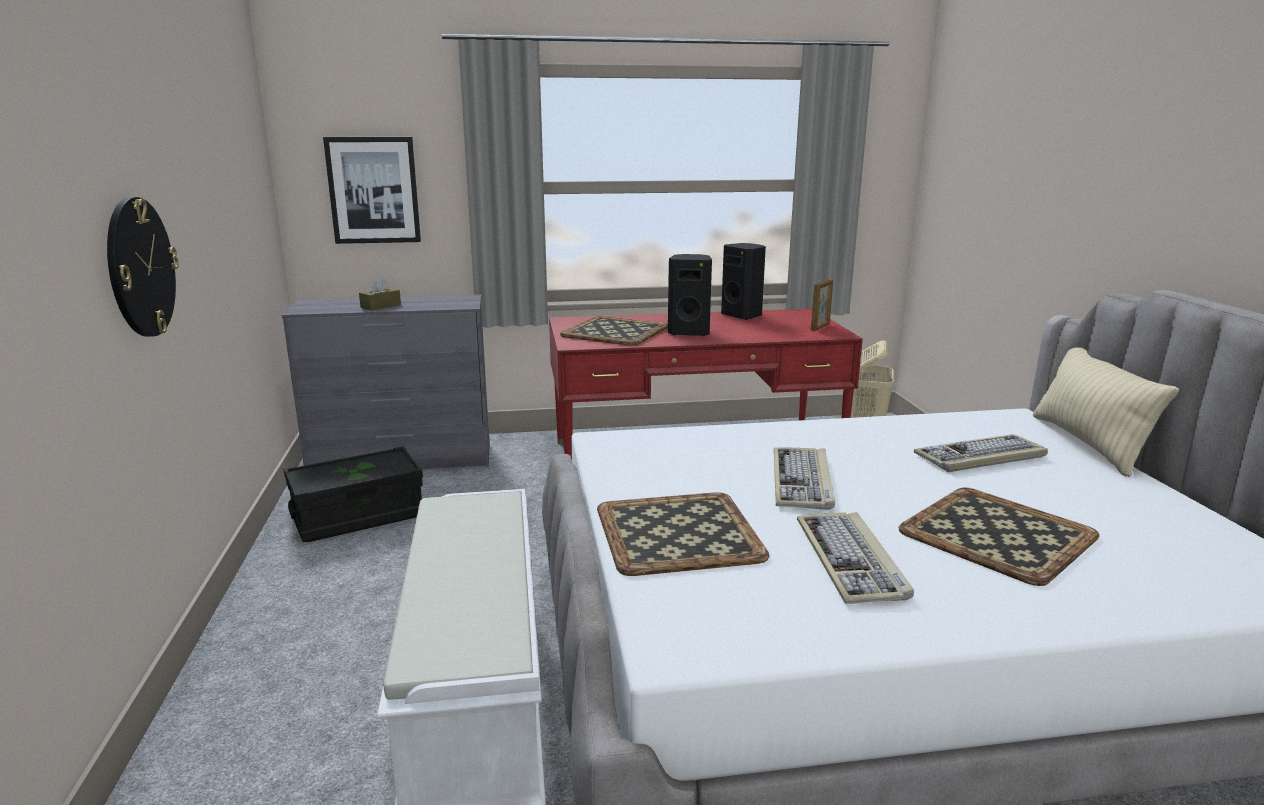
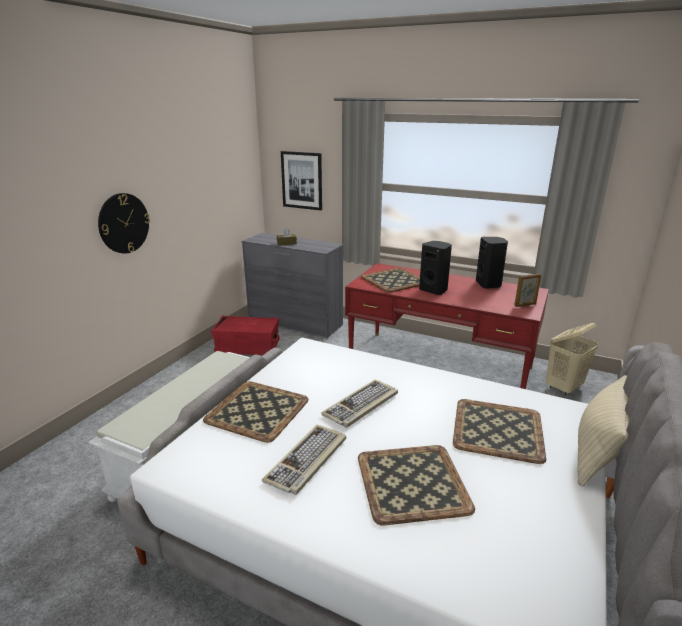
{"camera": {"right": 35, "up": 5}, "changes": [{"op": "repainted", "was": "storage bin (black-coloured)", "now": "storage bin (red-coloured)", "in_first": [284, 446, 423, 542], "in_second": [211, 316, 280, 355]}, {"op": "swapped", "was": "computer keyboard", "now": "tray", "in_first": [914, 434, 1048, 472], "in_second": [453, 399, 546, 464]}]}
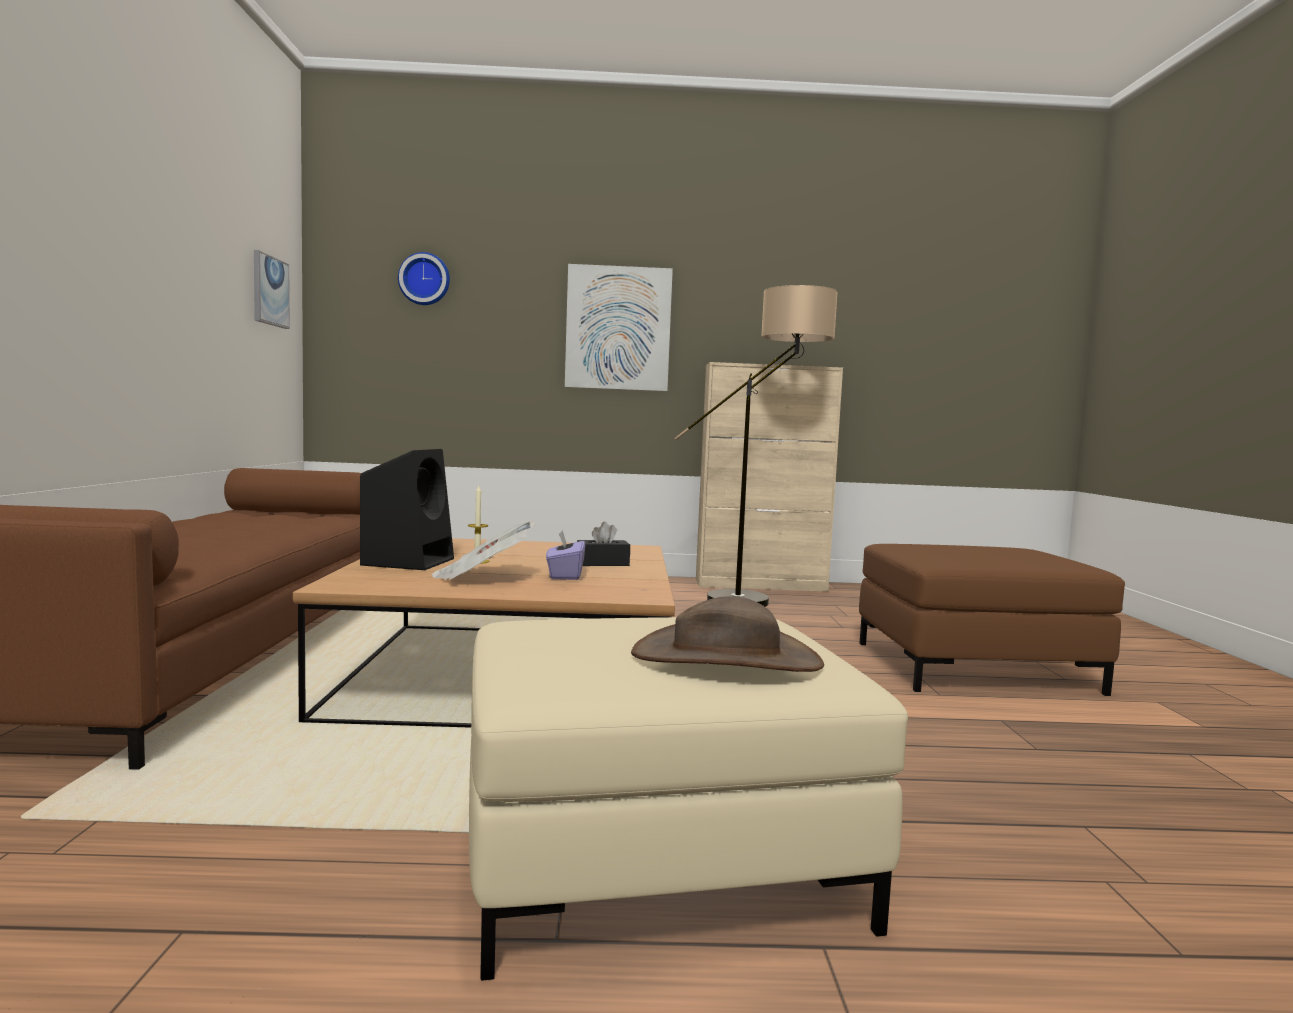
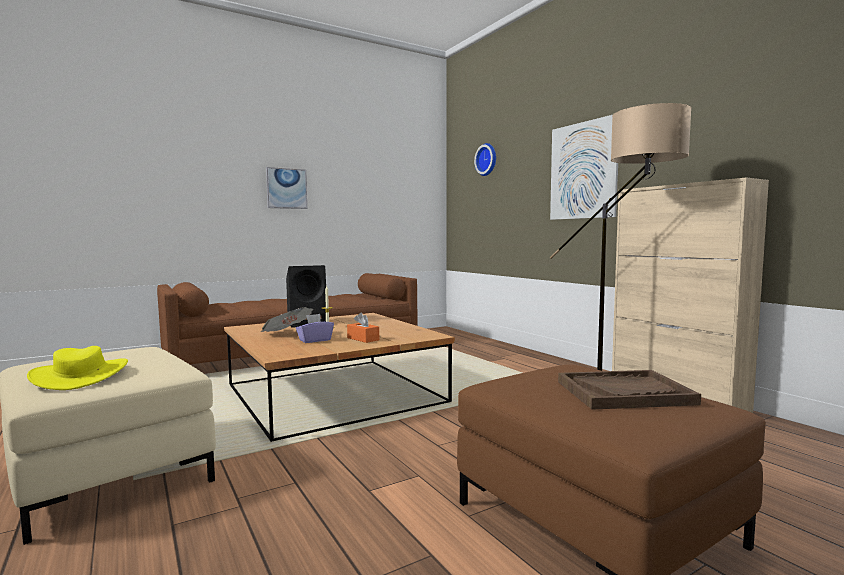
{"camera": {"right": 60, "up": 0}, "changes": [{"op": "shifted", "was": "wall picture", "in_first": [254, 250, 290, 329], "in_second": [266, 167, 307, 209]}, {"op": "repainted", "was": "box of tissues (black-coloured)", "now": "box of tissues (orange)", "in_first": [577, 521, 630, 566], "in_second": [347, 312, 379, 343]}, {"op": "repainted", "was": "hat (brown)", "now": "hat (yellowish)", "in_first": [631, 596, 824, 672], "in_second": [27, 346, 128, 390]}, {"op": "new", "now": "tray (brown)", "in_second": [558, 370, 701, 410]}]}
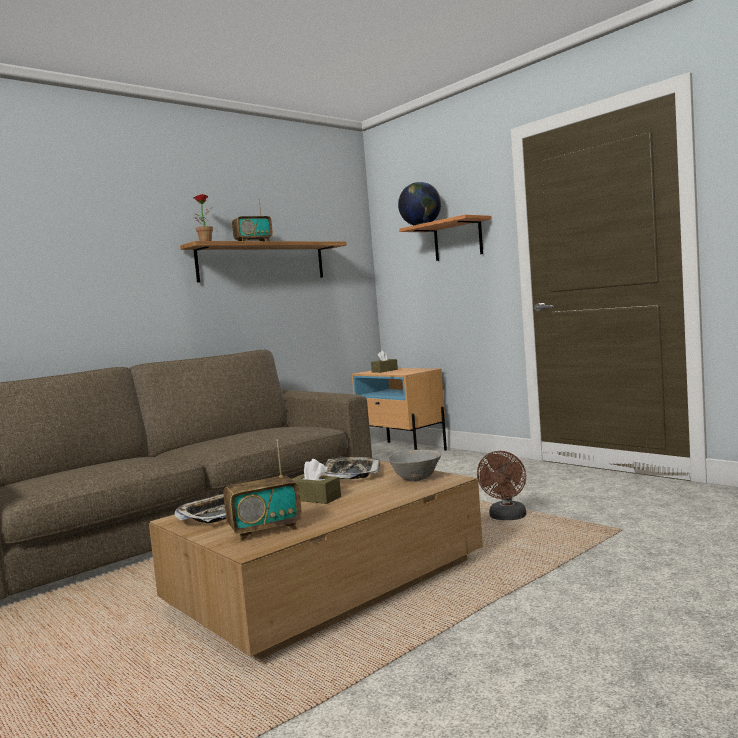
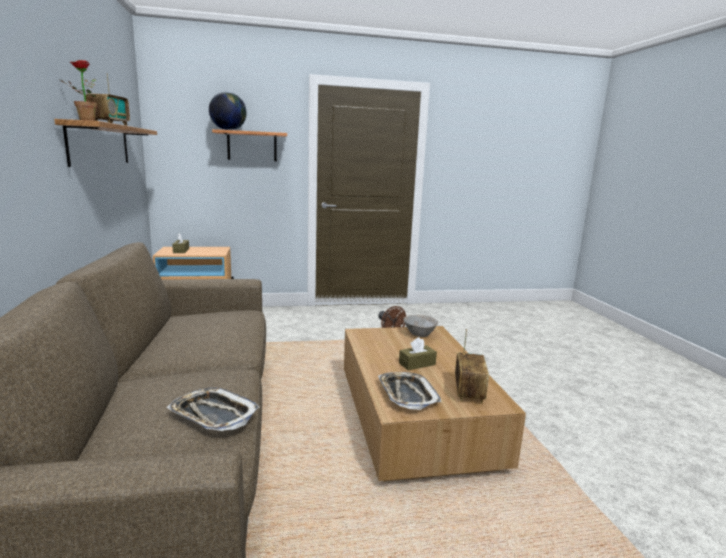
{"camera": {"right": -60, "up": 10}, "changes": [{"op": "shifted", "was": "tray", "in_first": [324, 457, 380, 479], "in_second": [167, 387, 260, 431]}]}
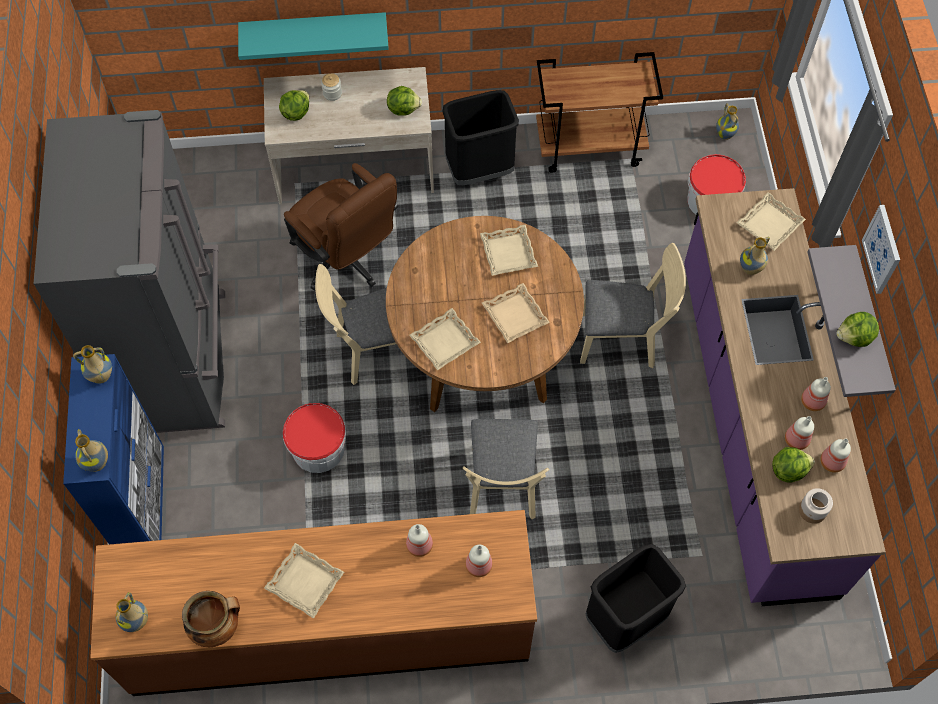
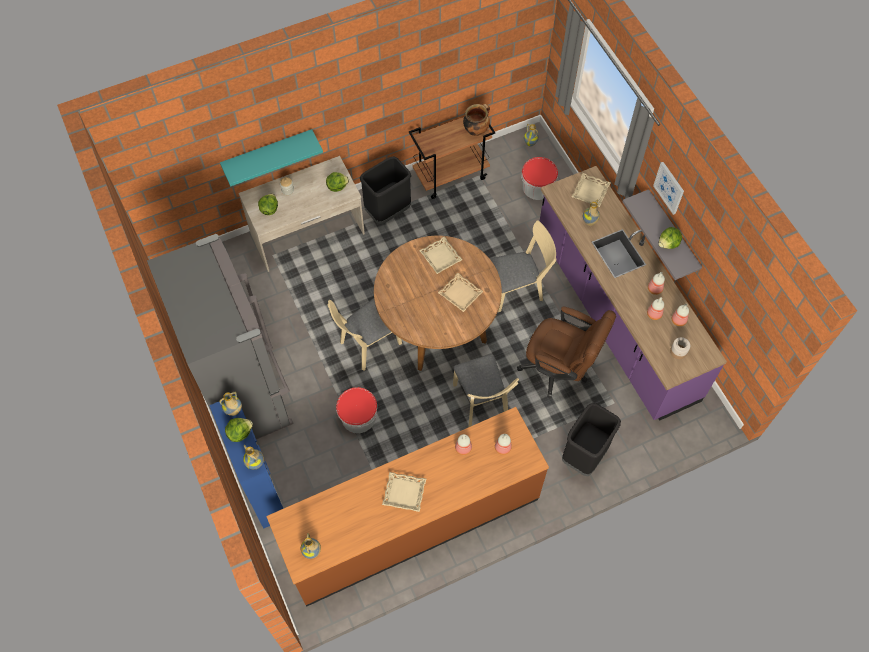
{"camera": {"right": -20, "up": 0}, "changes": [{"op": "shifted", "was": "stockpot", "in_first": [182, 591, 240, 647], "in_second": [463, 104, 490, 136]}, {"op": "shifted", "was": "computer chair (brown)", "in_first": [284, 163, 398, 291], "in_second": [517, 306, 616, 398]}, {"op": "gone", "was": "tray (beige)", "in_first": [409, 308, 481, 370]}, {"op": "shifted", "was": "lettuce", "in_first": [772, 447, 815, 482], "in_second": [225, 418, 253, 442]}]}
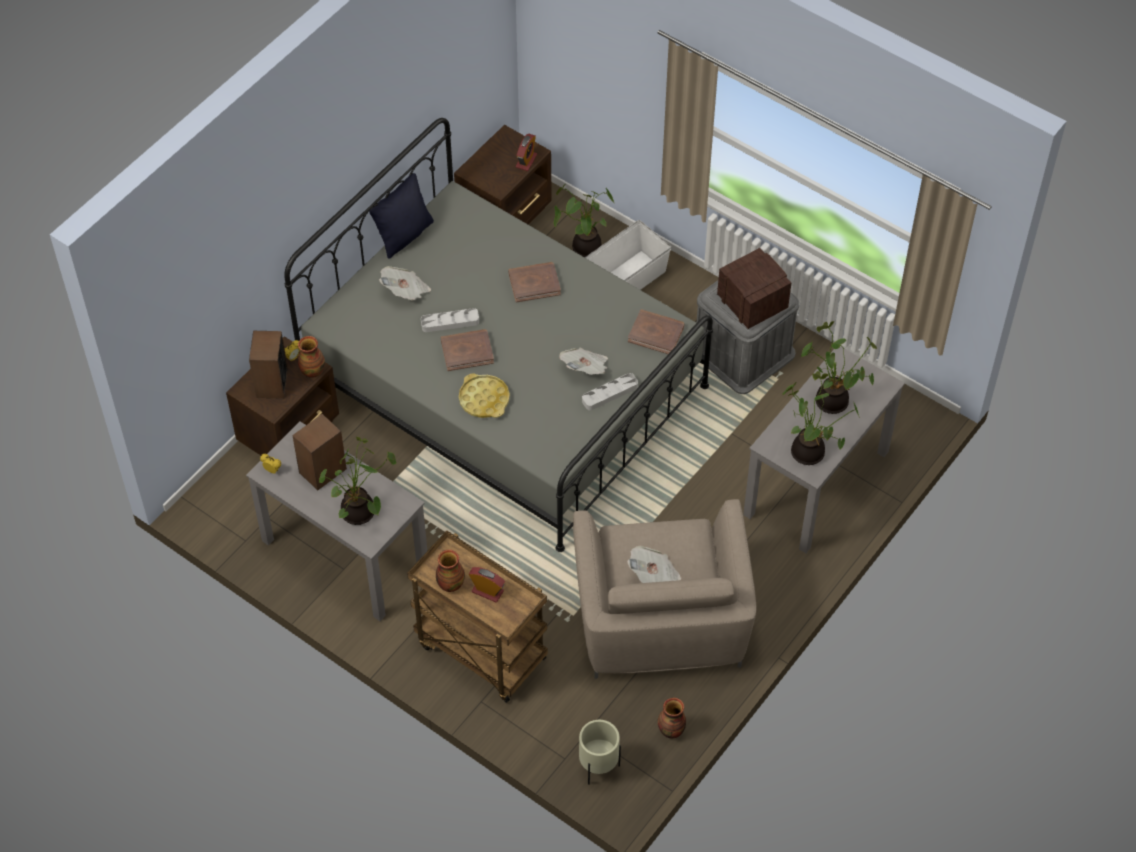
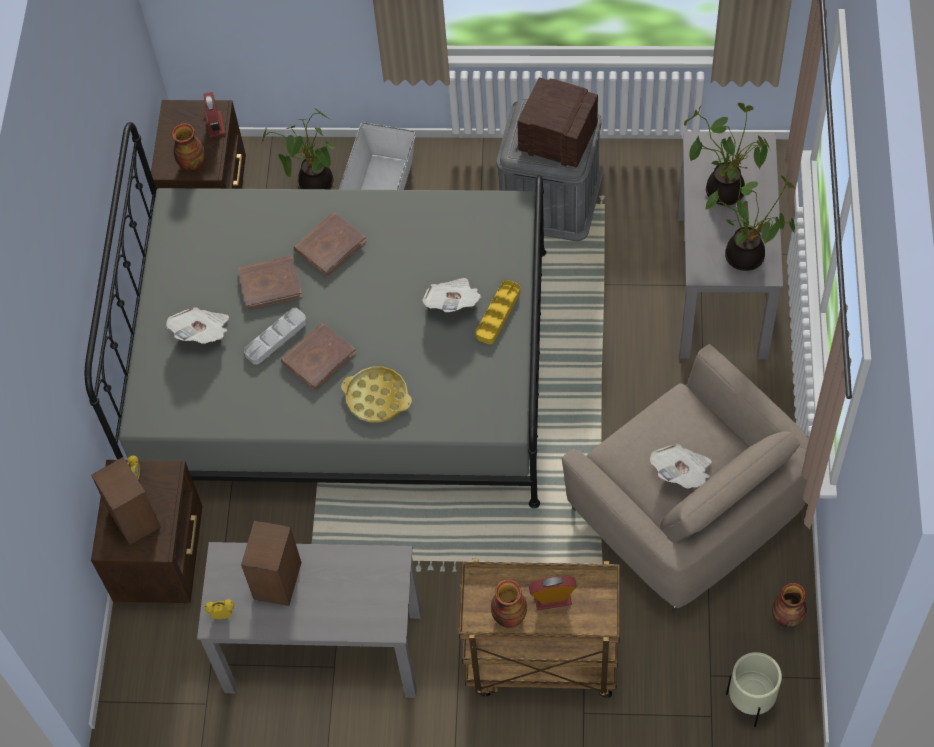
{"camera": {"right": -30, "up": 5}, "changes": [{"op": "shifted", "was": "vase", "in_first": [298, 336, 325, 378], "in_second": [172, 123, 205, 172]}, {"op": "gone", "was": "potted plant", "in_first": [319, 437, 396, 525]}, {"op": "gone", "was": "throw pillow (black-coloured)", "in_first": [369, 173, 434, 259]}, {"op": "repainted", "was": "tray (gray)", "now": "tray (yellowish)", "in_first": [582, 373, 638, 410], "in_second": [476, 280, 520, 344]}, {"op": "shifted", "was": "book (brown)", "in_first": [628, 309, 684, 354], "in_second": [238, 256, 303, 310]}]}
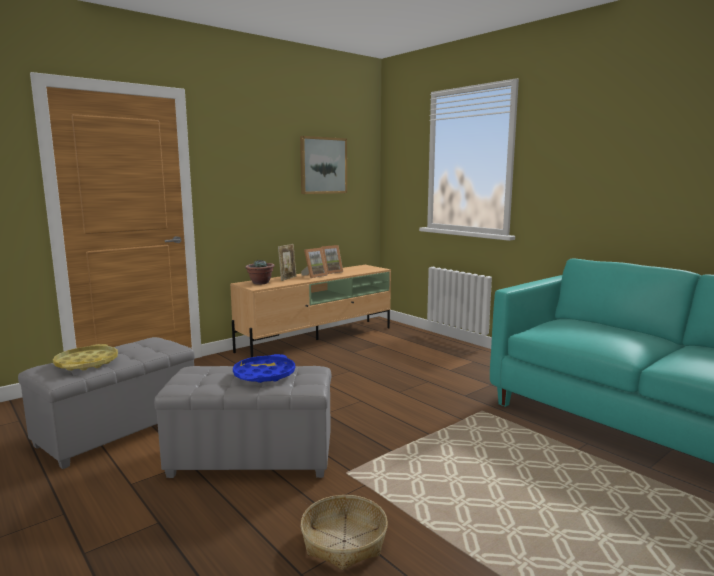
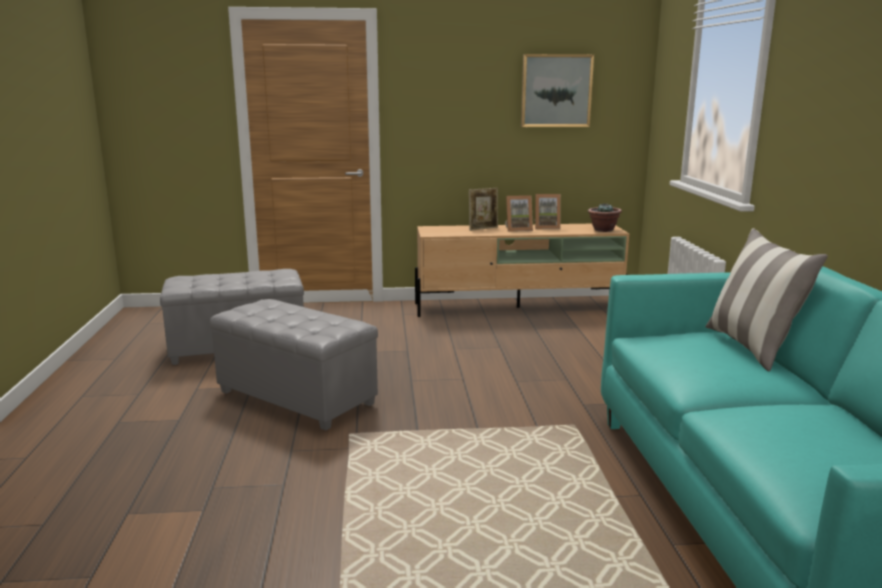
{"camera": {"right": 35, "up": 5}, "changes": [{"op": "gone", "was": "tray (yellowish)", "in_first": [53, 344, 118, 371]}, {"op": "gone", "was": "tray (bluish)", "in_first": [233, 354, 295, 383]}, {"op": "shifted", "was": "potted plant", "in_first": [245, 260, 275, 284], "in_second": [588, 203, 622, 232]}, {"op": "gone", "was": "household basket", "in_first": [301, 495, 388, 570]}, {"op": "new", "now": "throw pillow", "in_second": [706, 228, 828, 372]}]}
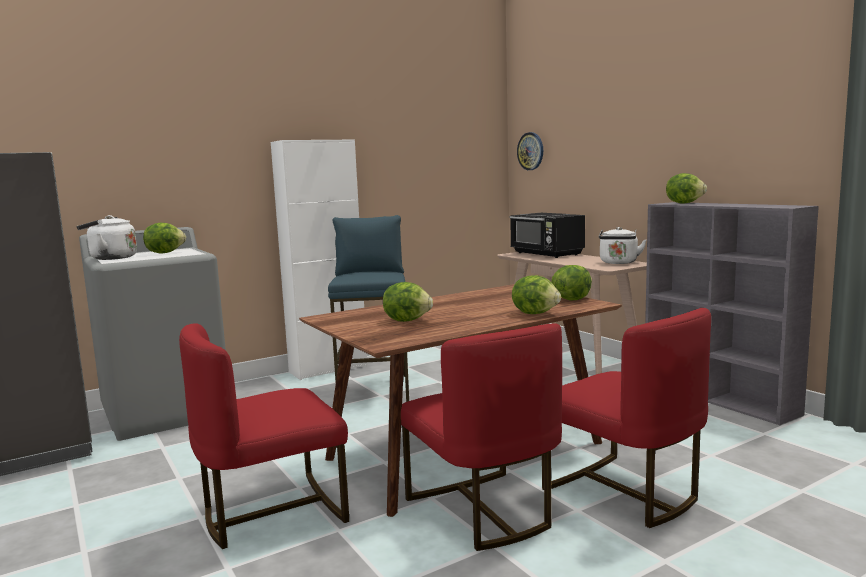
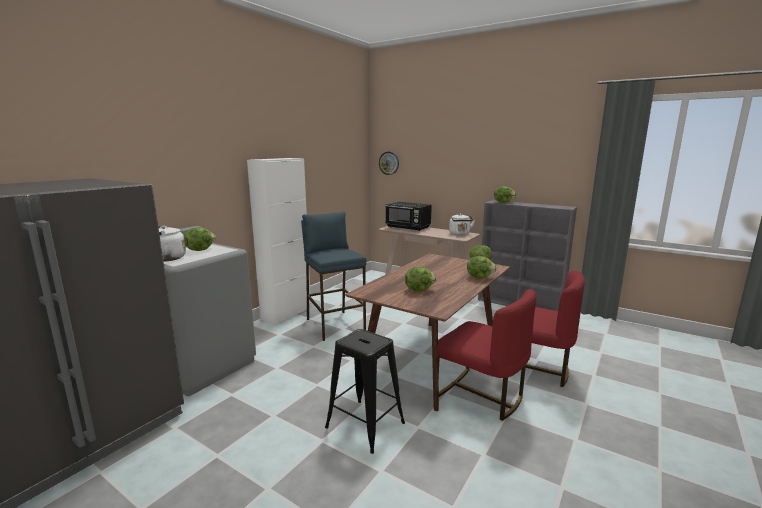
{"camera": {"right": -25, "up": 5}, "changes": [{"op": "swapped", "was": "upright chair (red-coloured)", "now": "stool (black-coloured)", "in_first": [179, 323, 349, 549], "in_second": [325, 329, 405, 454]}]}
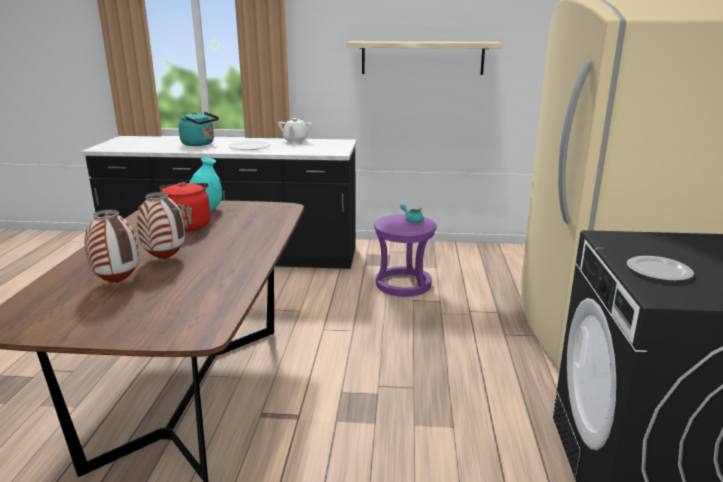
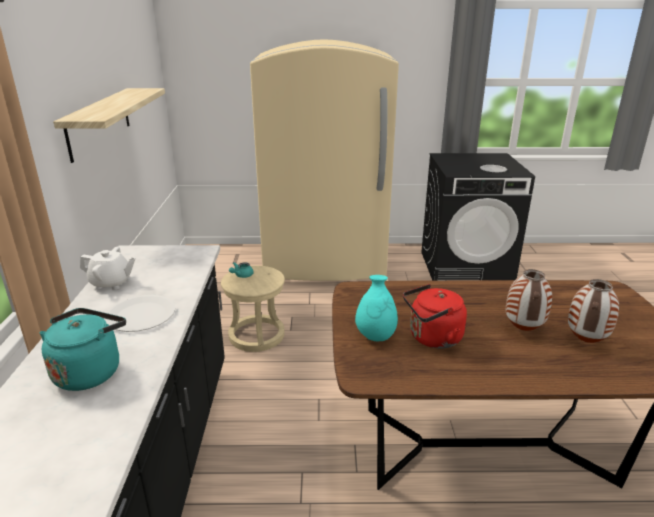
{"camera": {"right": -95, "up": 5}, "changes": [{"op": "repainted", "was": "stool (purple)", "now": "stool (beige)", "in_first": [374, 214, 437, 297], "in_second": [221, 266, 285, 352]}]}
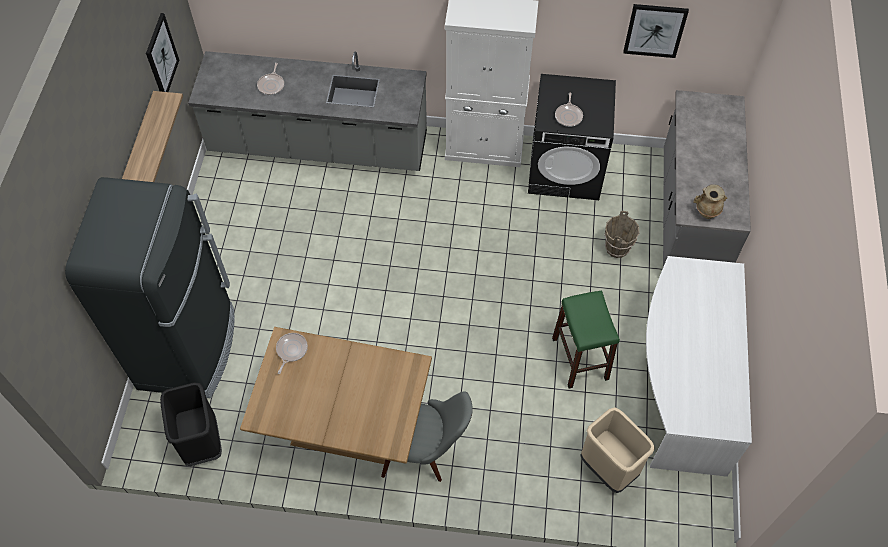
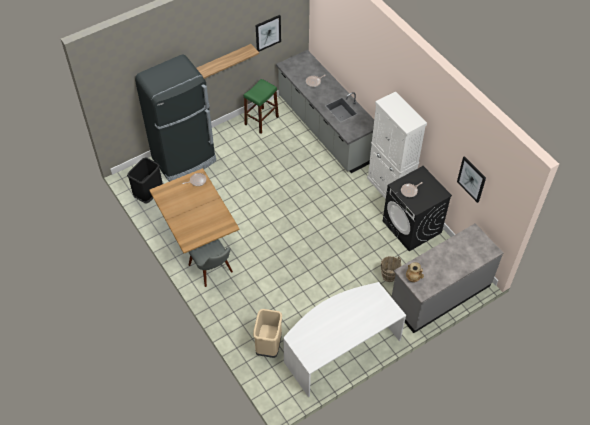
{"camera": {"right": 50, "up": -5}, "changes": [{"op": "shifted", "was": "stool (green-coloured)", "in_first": [552, 290, 620, 389], "in_second": [244, 79, 279, 134]}]}
